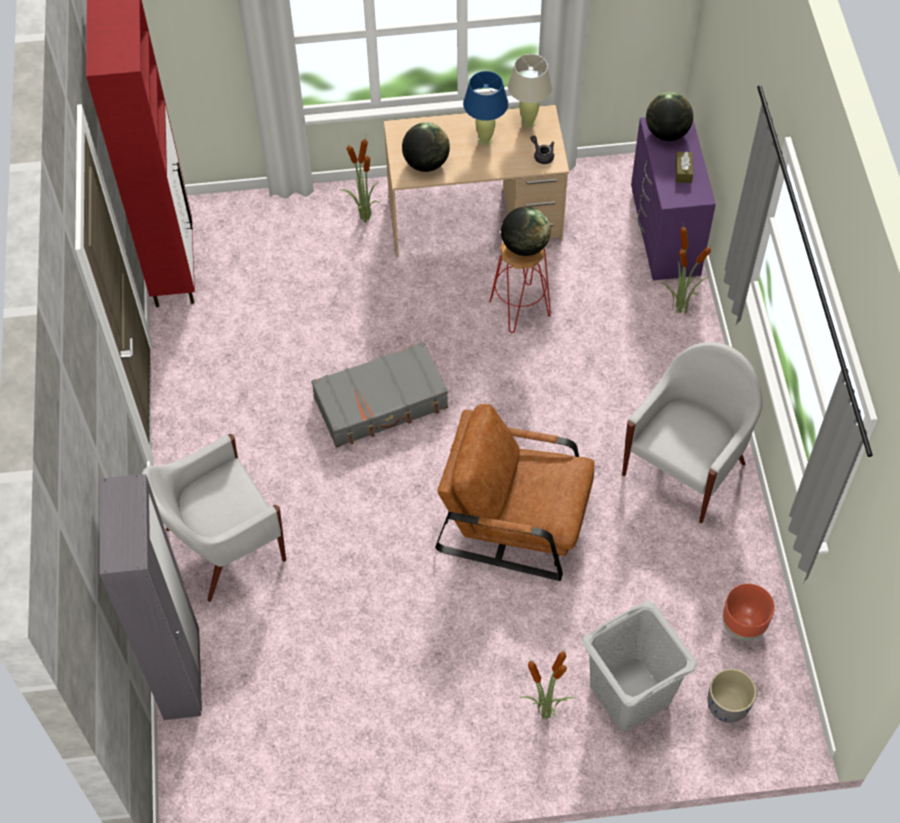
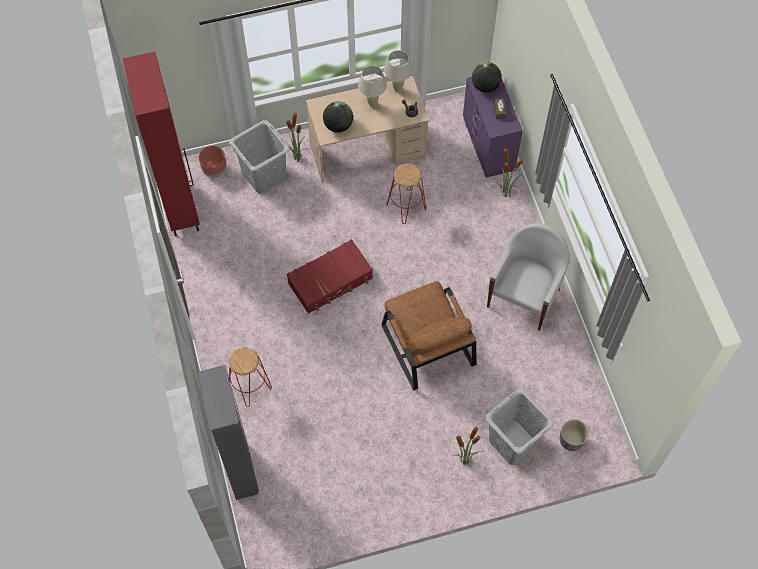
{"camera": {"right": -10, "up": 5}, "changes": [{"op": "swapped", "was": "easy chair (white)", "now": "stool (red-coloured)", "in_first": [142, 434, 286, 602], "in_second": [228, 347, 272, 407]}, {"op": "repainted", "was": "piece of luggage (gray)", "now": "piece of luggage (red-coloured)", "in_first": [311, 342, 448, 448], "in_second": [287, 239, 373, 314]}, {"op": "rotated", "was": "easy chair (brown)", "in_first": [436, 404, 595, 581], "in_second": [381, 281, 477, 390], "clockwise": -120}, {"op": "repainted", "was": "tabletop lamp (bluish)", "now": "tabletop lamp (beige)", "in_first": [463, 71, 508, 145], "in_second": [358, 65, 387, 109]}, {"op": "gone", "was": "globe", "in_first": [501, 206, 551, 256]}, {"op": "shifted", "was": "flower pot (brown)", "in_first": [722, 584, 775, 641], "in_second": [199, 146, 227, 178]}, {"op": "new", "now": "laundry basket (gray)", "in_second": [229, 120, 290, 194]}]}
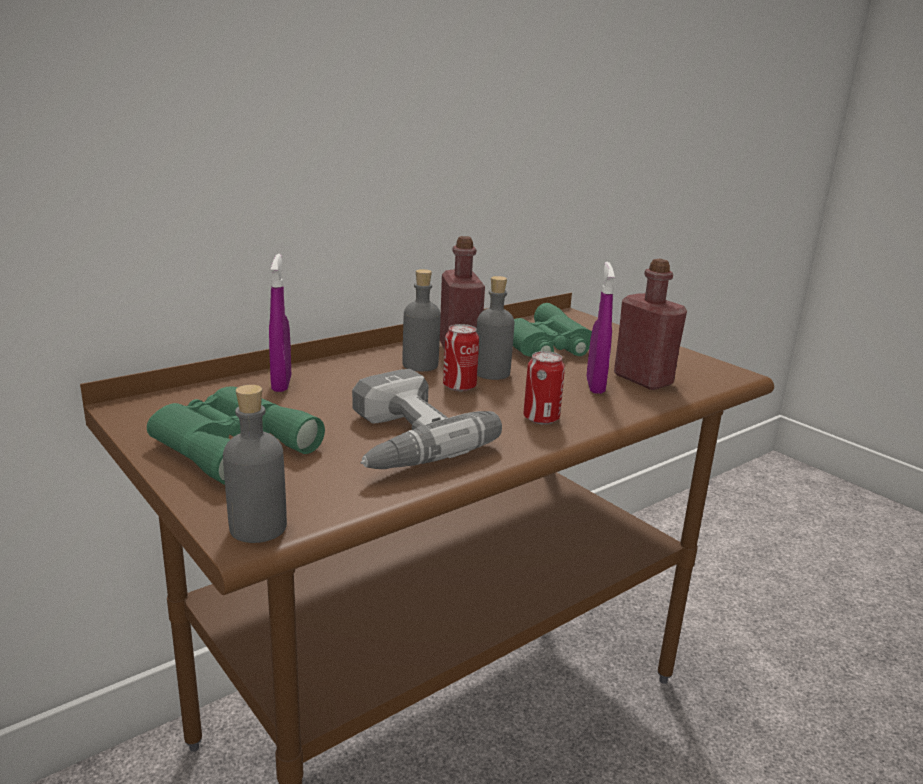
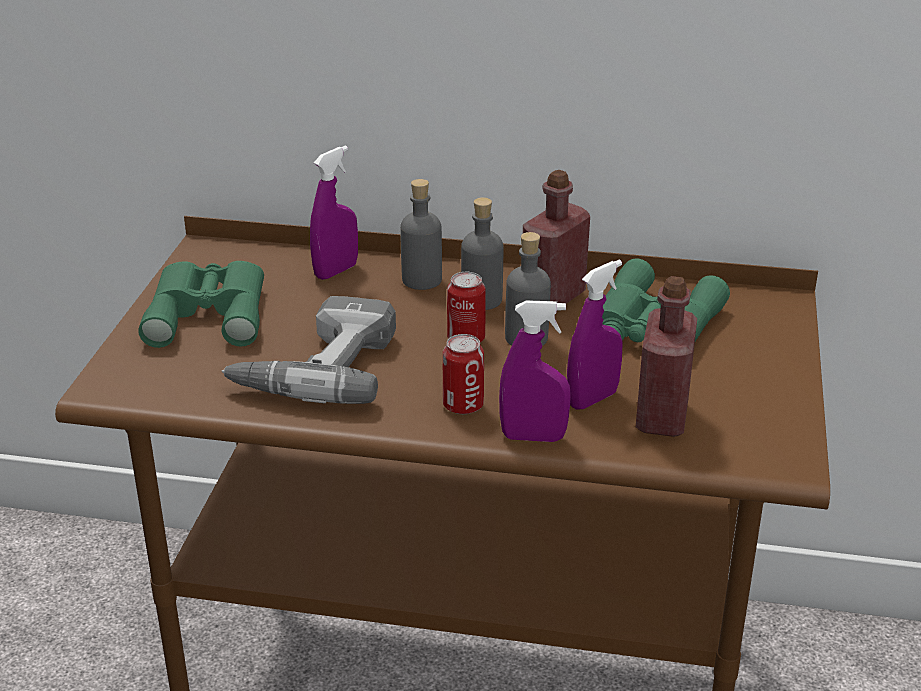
{"camera": {"right": 50, "up": 10}, "changes": [{"op": "shifted", "was": "beverage bottle (gray)", "in_first": [223, 385, 287, 543], "in_second": [400, 179, 442, 290]}, {"op": "new", "now": "sprayer (purple)", "in_second": [499, 300, 571, 442]}]}
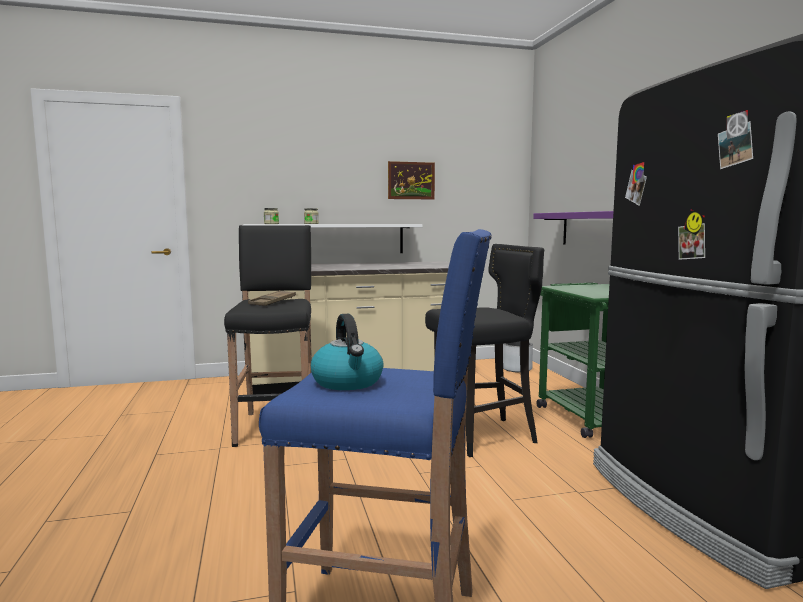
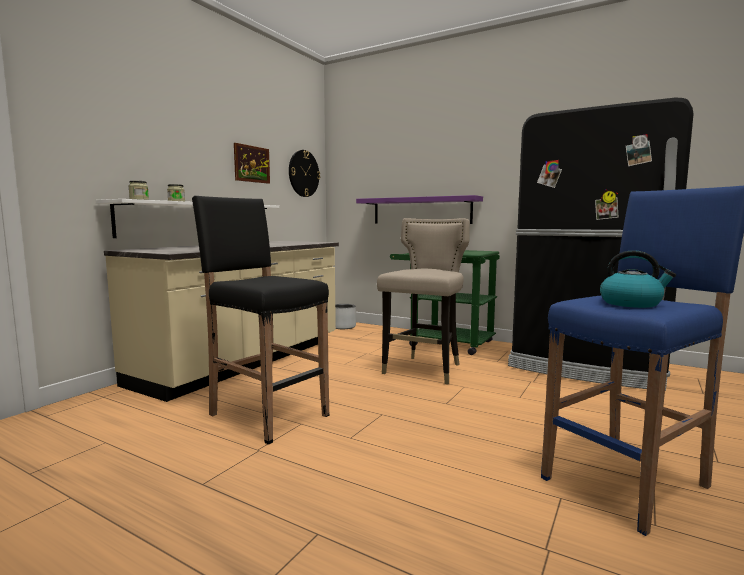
{"camera": {"right": -45, "up": 0}, "changes": [{"op": "gone", "was": "tray (brown)", "in_first": [248, 290, 296, 306]}, {"op": "repainted", "was": "stool (black-coloured)", "now": "stool (beige)", "in_first": [425, 244, 544, 457], "in_second": [377, 218, 470, 385]}, {"op": "new", "now": "clock on the wall", "in_second": [289, 150, 320, 197]}]}
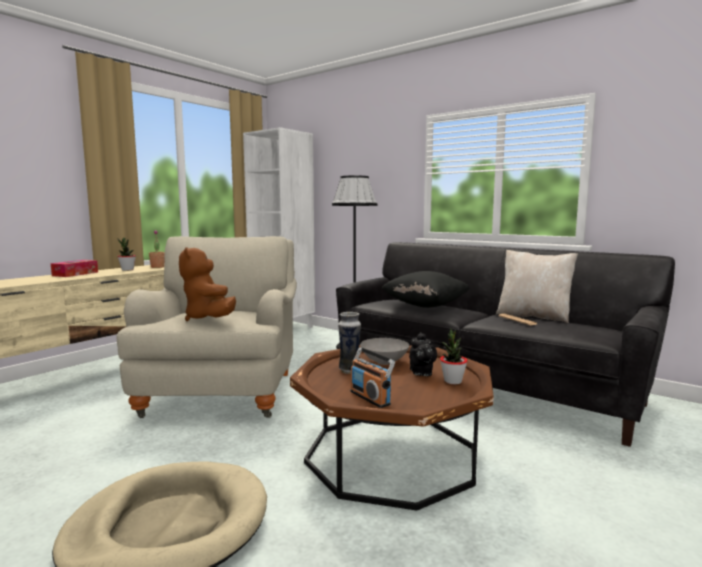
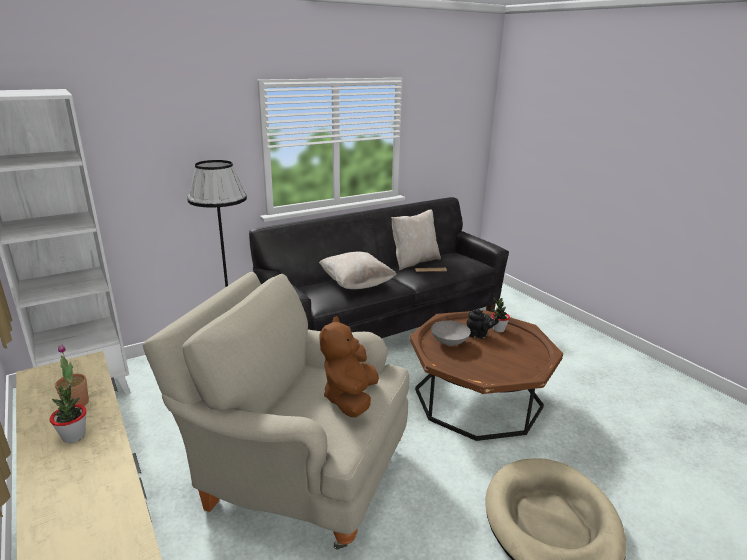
{"camera": {"right": -70, "up": 15}, "changes": [{"op": "gone", "was": "box of tissues", "in_first": [51, 260, 98, 277]}, {"op": "rotated", "was": "plush toy (brown)", "in_first": [179, 247, 236, 321], "in_second": [319, 316, 379, 417], "clockwise": 105}, {"op": "gone", "was": "vase", "in_first": [338, 312, 361, 374]}, {"op": "gone", "was": "radio receiver", "in_first": [350, 347, 395, 408]}, {"op": "repainted", "was": "throw pillow (black-coloured)", "now": "throw pillow (beige)", "in_first": [381, 271, 470, 308], "in_second": [319, 252, 396, 289]}]}
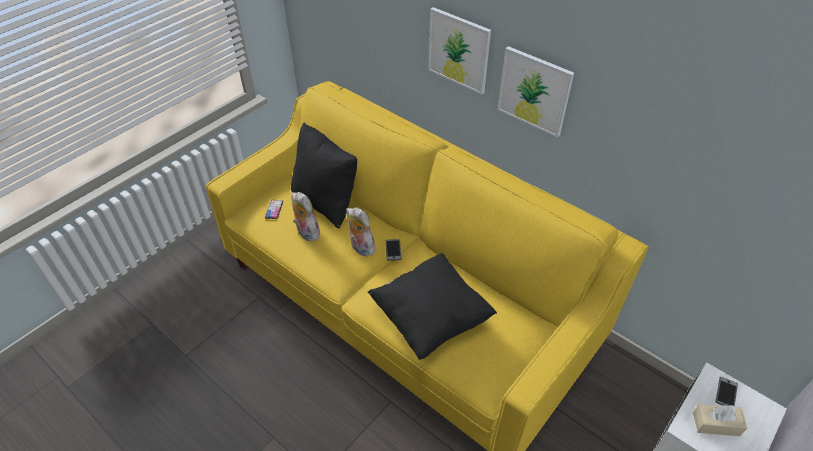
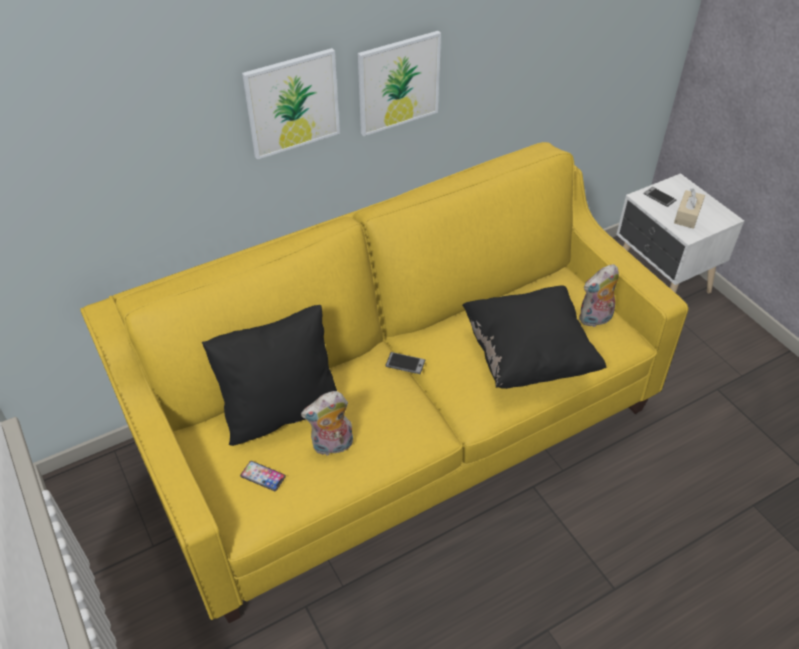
{"camera": {"right": -70, "up": 0}, "changes": [{"op": "shifted", "was": "plush toy", "in_first": [346, 207, 375, 256], "in_second": [579, 264, 619, 327]}]}
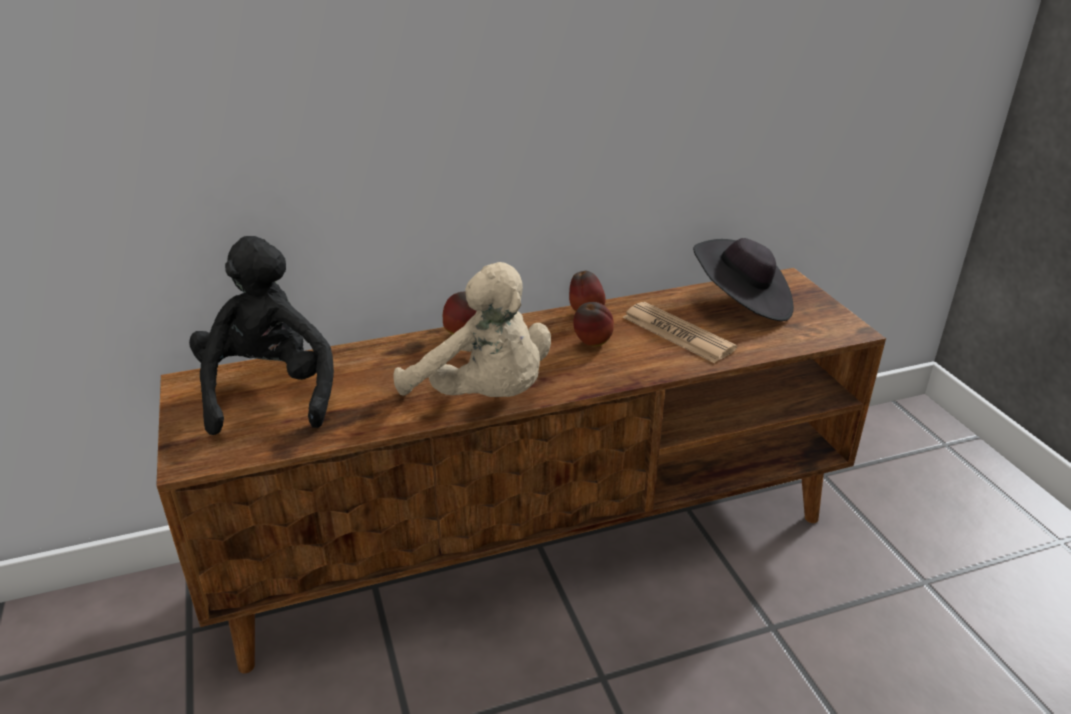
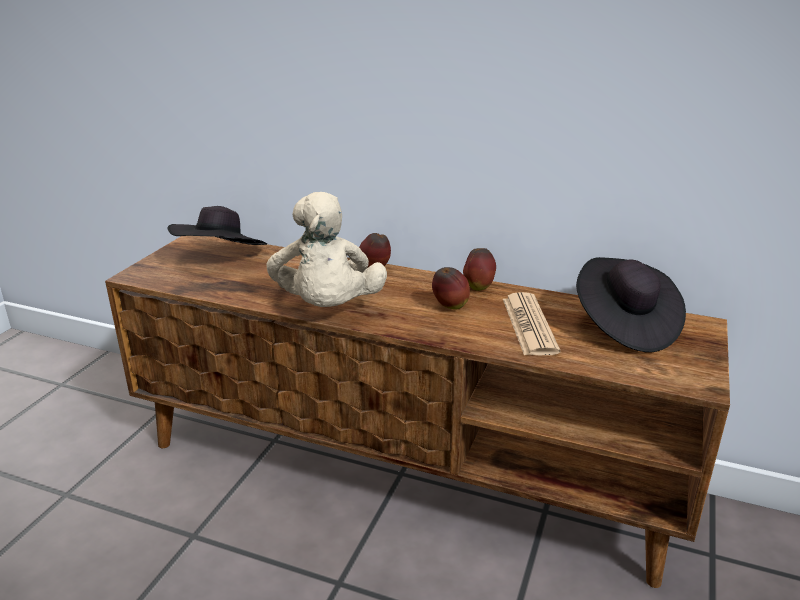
{"camera": {"right": 40, "up": -5}, "changes": [{"op": "swapped", "was": "plush toy (black-coloured)", "now": "hat (black-coloured)", "in_first": [189, 236, 334, 435], "in_second": [167, 206, 267, 245]}]}
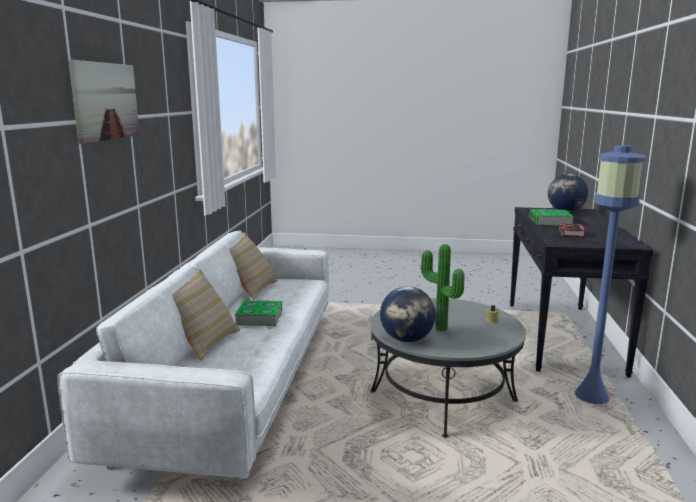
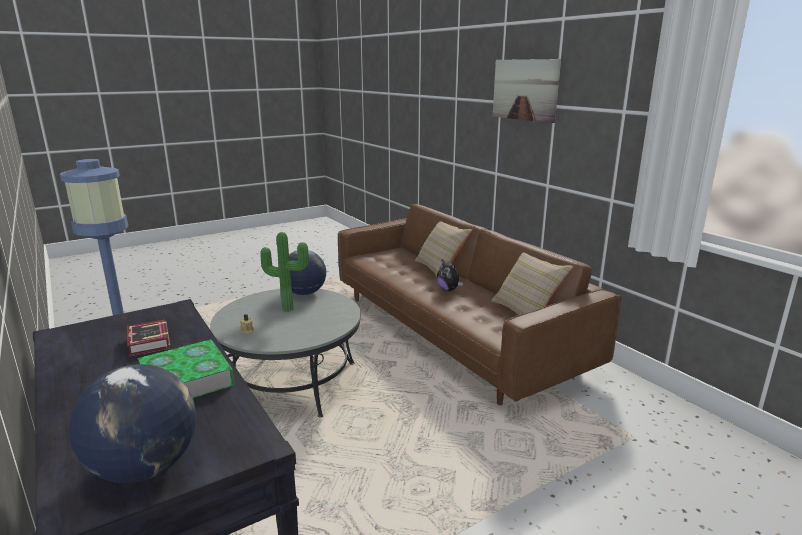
{"camera": {"right": 140, "up": 5}, "changes": [{"op": "repainted", "was": "couch (white)", "now": "couch (brown)", "in_first": [57, 231, 329, 480], "in_second": [338, 204, 621, 405]}, {"op": "swapped", "was": "book", "now": "plush toy", "in_first": [235, 300, 282, 326], "in_second": [436, 260, 463, 291]}]}
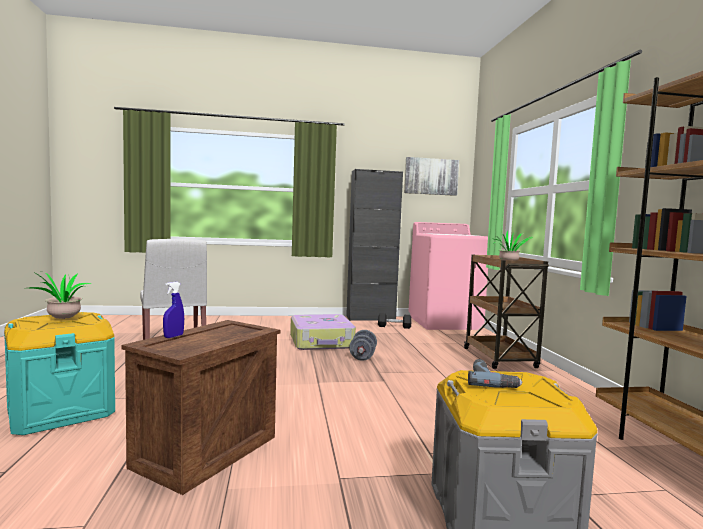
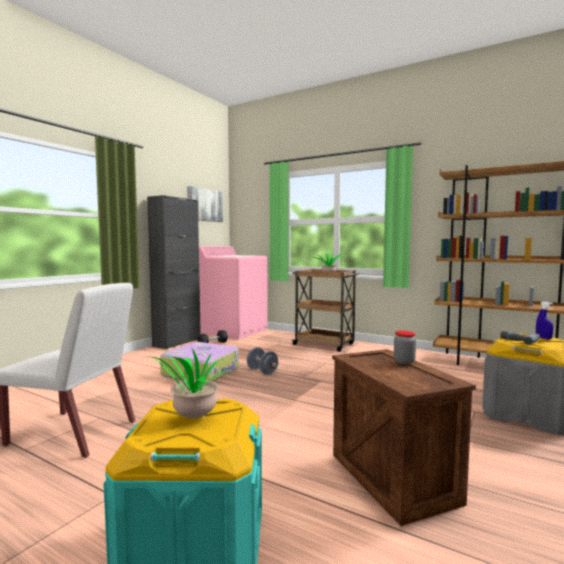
{"camera": {"right": -50, "up": 0}, "changes": [{"op": "shifted", "was": "sprayer (bluish)", "in_first": [163, 282, 184, 338], "in_second": [536, 302, 553, 340]}, {"op": "new", "now": "storage jar", "in_second": [394, 331, 416, 364]}]}
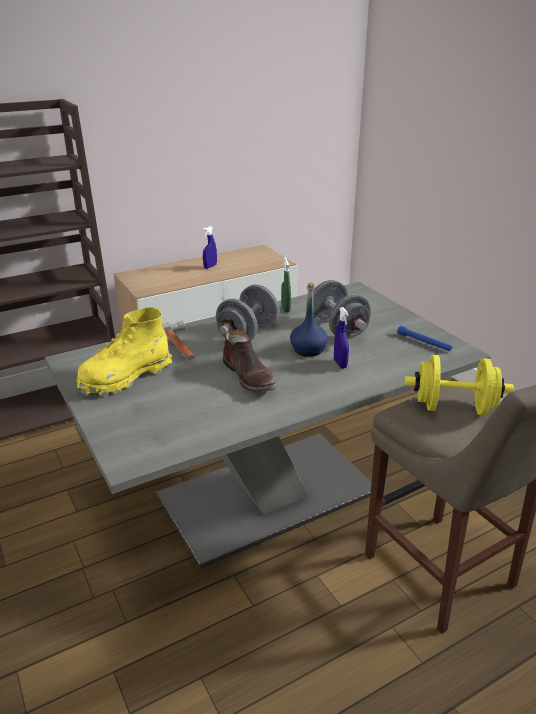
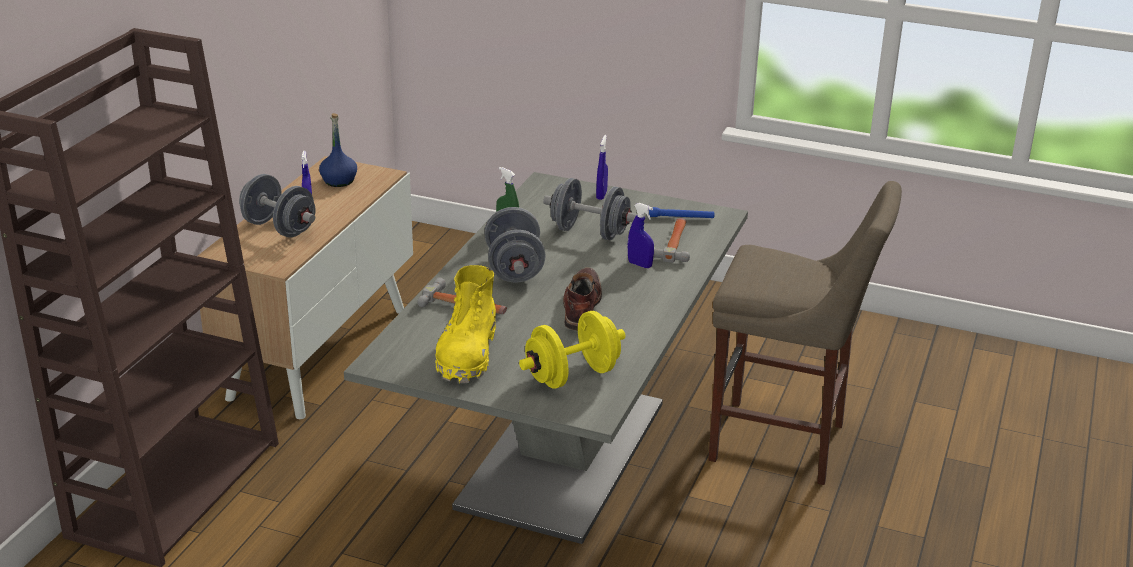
{"camera": {"right": -40, "up": 0}, "changes": [{"op": "rotated", "was": "tall boot (brown)", "in_first": [223, 330, 277, 392], "in_second": [563, 268, 602, 331], "clockwise": -105}, {"op": "shifted", "was": "beverage bottle (bluish)", "in_first": [290, 282, 328, 357], "in_second": [319, 113, 357, 187]}, {"op": "shifted", "was": "hand weight (yellowish)", "in_first": [405, 355, 514, 415], "in_second": [519, 311, 625, 389]}, {"op": "new", "now": "hand weight (gray)", "in_second": [239, 174, 316, 237]}, {"op": "new", "now": "sprayer (bluish)", "in_second": [596, 135, 608, 200]}, {"op": "new", "now": "hand hammer", "in_second": [653, 218, 690, 263]}]}
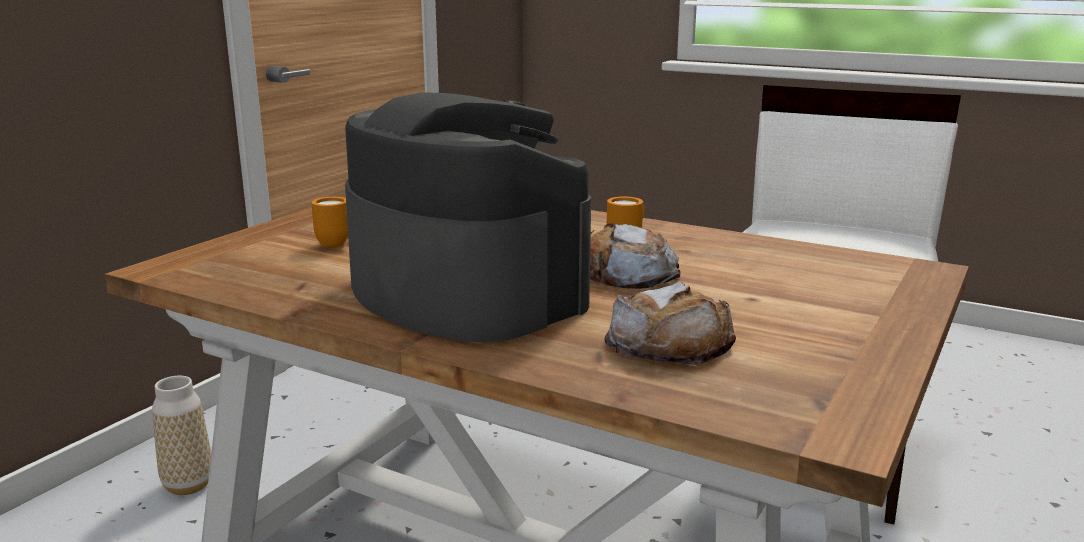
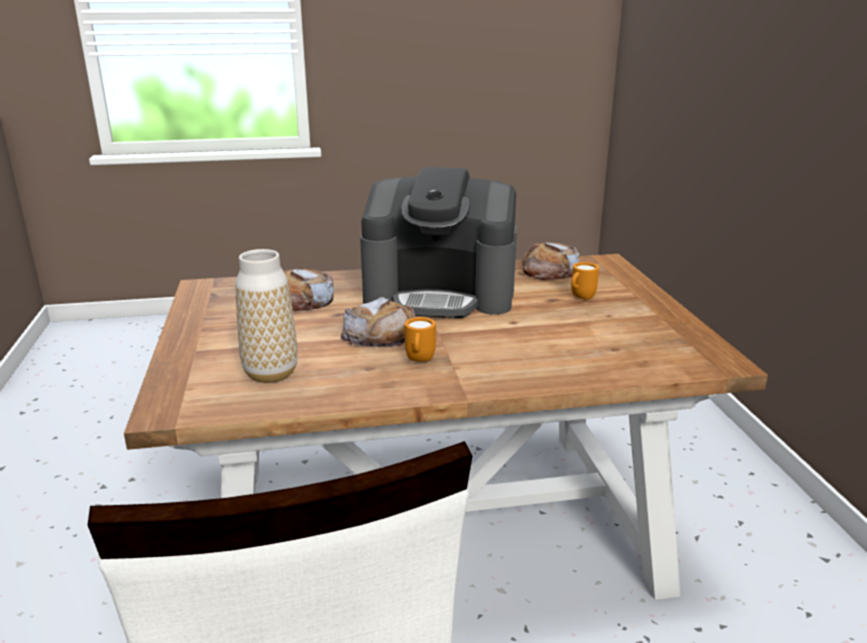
{"camera": {"right": 140, "up": 5}, "changes": [{"op": "shifted", "was": "vase", "in_first": [152, 376, 211, 495], "in_second": [235, 249, 298, 383]}, {"op": "new", "now": "baked bread", "in_second": [522, 242, 580, 280]}]}
